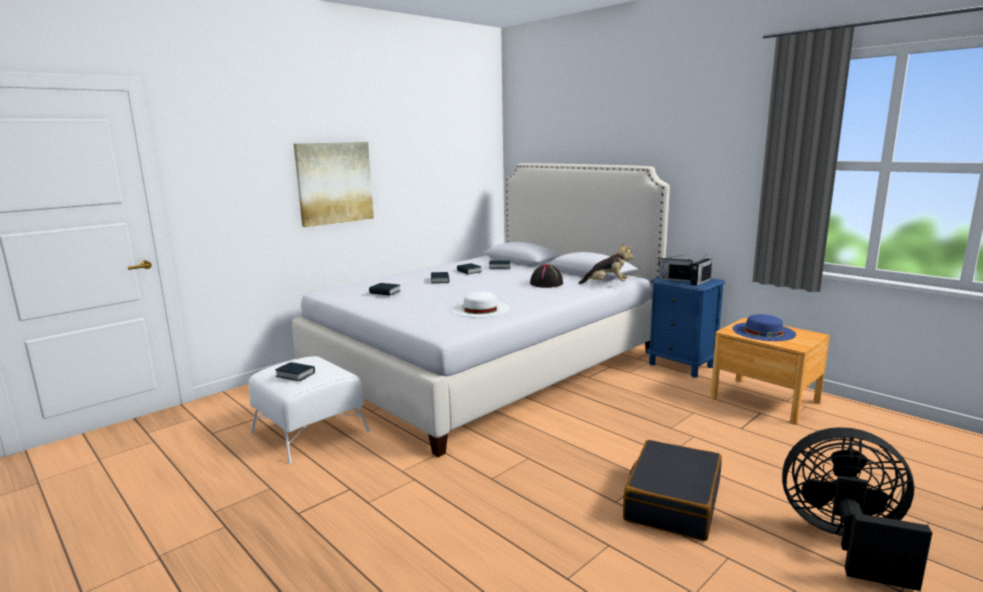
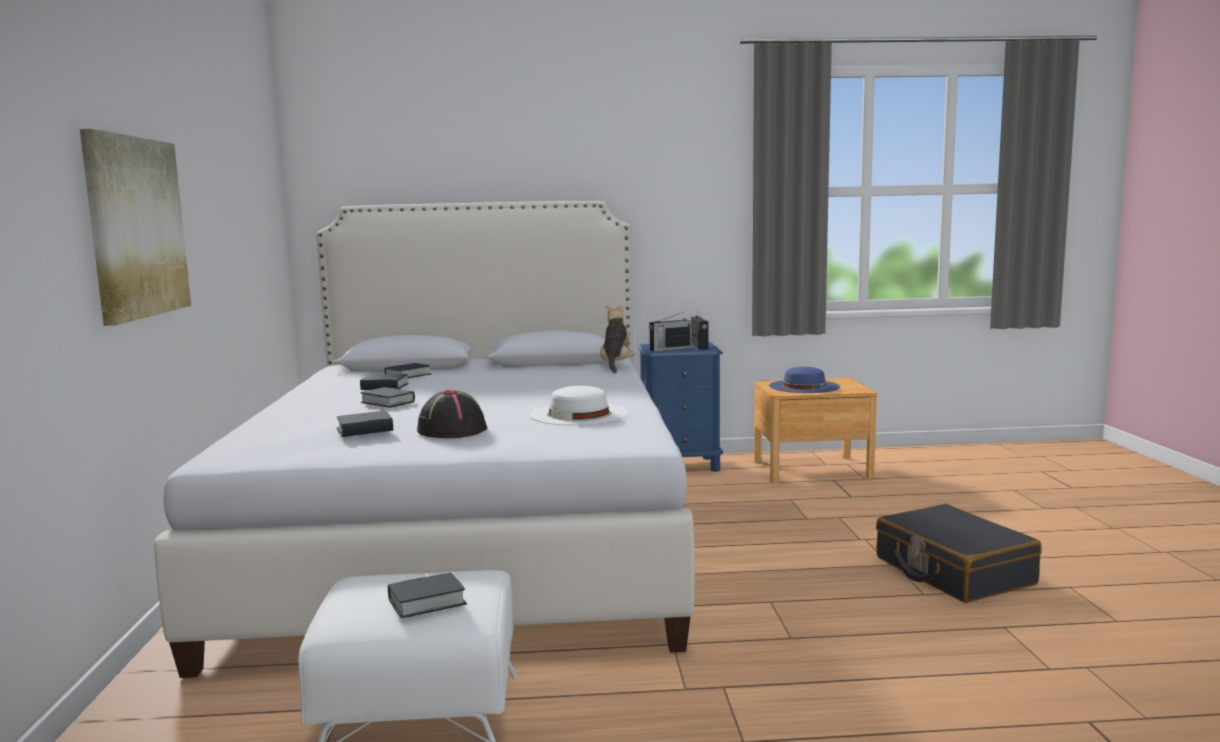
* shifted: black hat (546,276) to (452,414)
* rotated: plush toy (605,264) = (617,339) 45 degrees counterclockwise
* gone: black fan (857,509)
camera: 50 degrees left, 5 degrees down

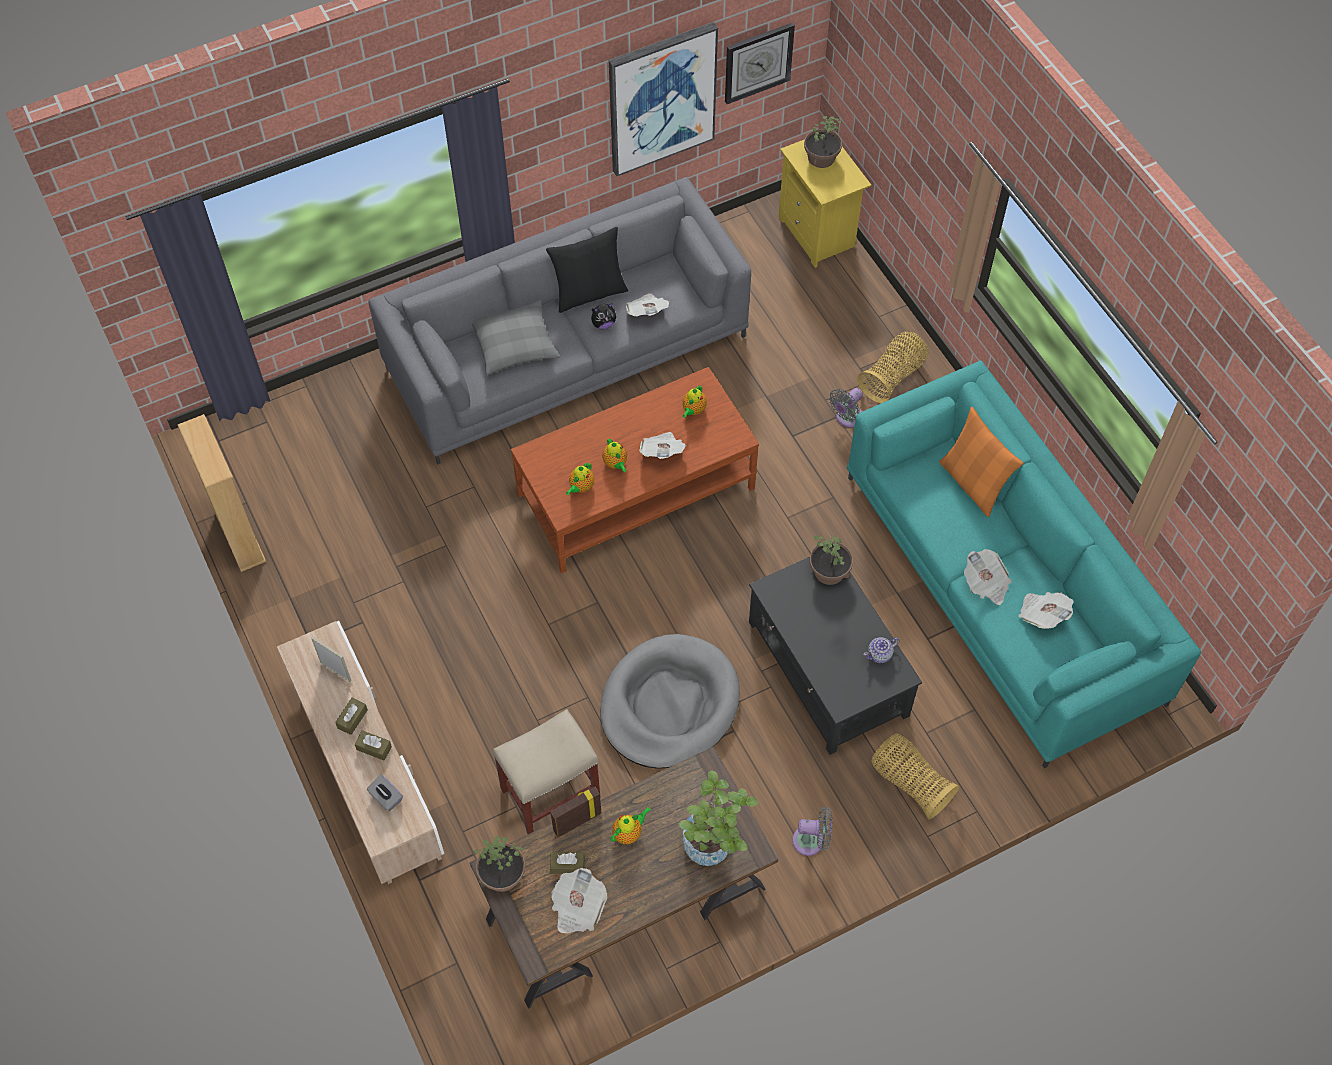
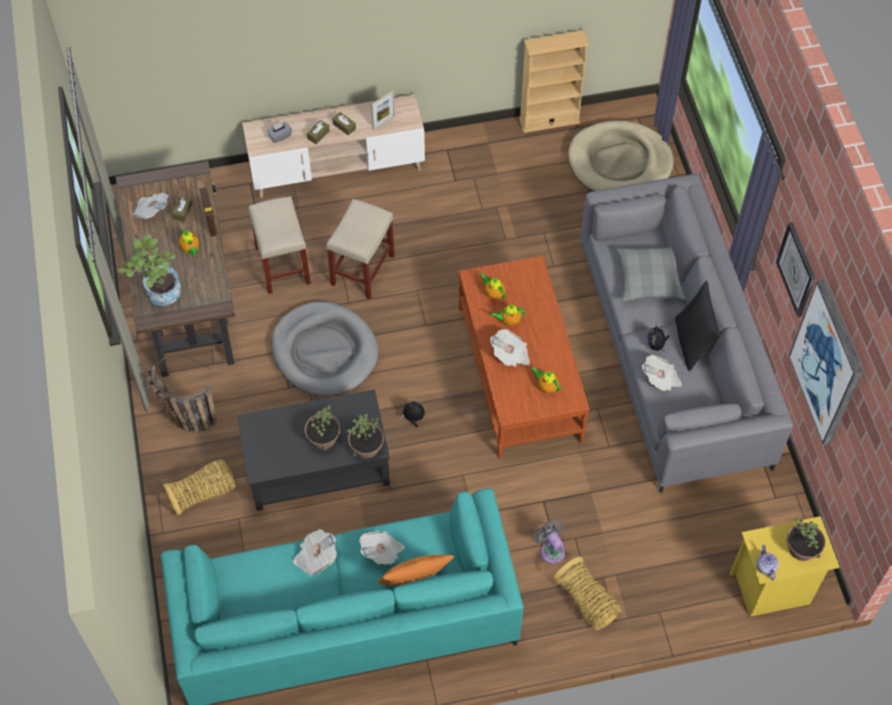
* shifted: potted plant (499,864) to (322,428)
* shifted: wall clock (760,63) to (796,269)
* swapped: grey fan (812,831) to basket (182,394)
* shifted: teapot (881,650) to (767,562)
* shifted: newspaper (1046,610) to (382,547)
* new: beige stool (360,249)
* new: plush toy (413,414)
* new: beige dog bed (621,155)
camera: 105 degrees right, 0 degrees up

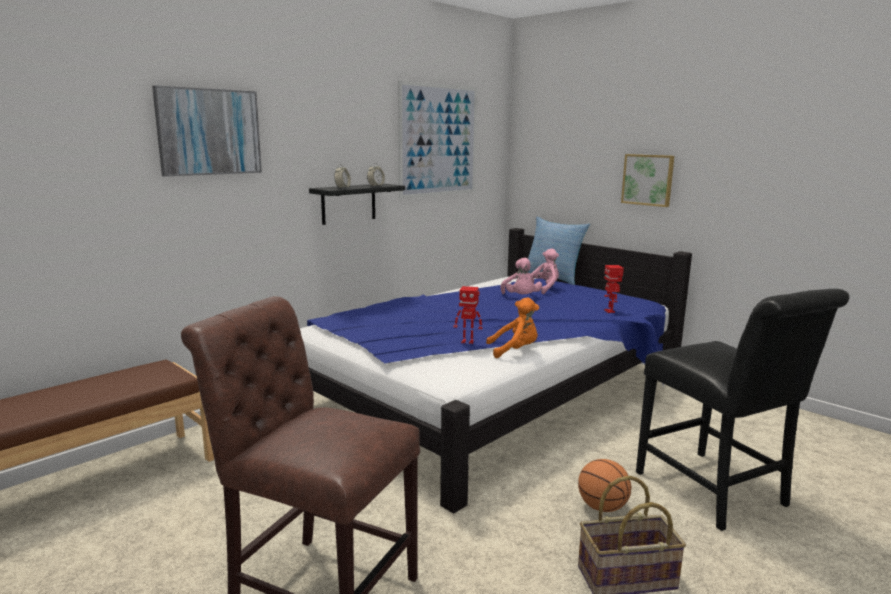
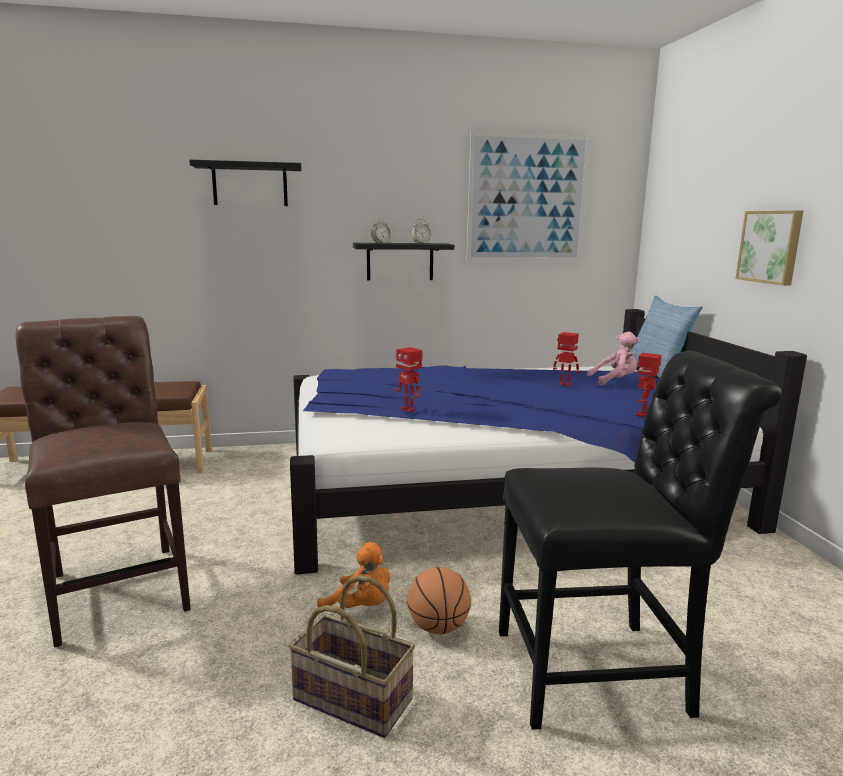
* swapped: picture (207,131) to black shelf (245,183)
* shifted: orange plush toy (512,327) to (353,575)
* swapped: pink plush toy (521,276) to toy robot (566,359)
* rotated: black chair (742,410) = (640,540) 105 degrees counterclockwise
camera: 35 degrees right, 0 degrees up

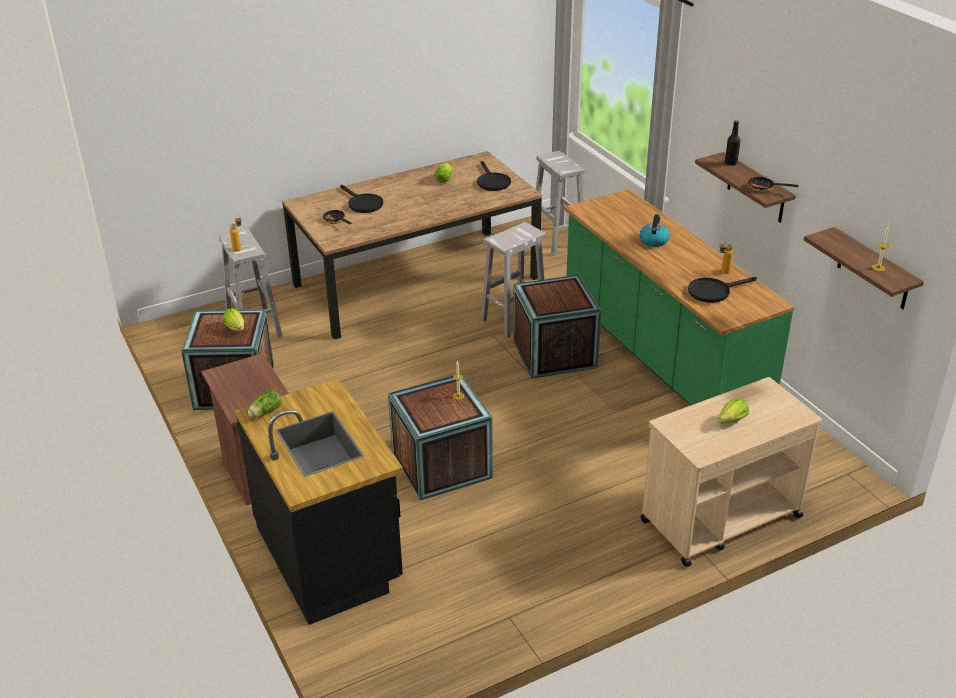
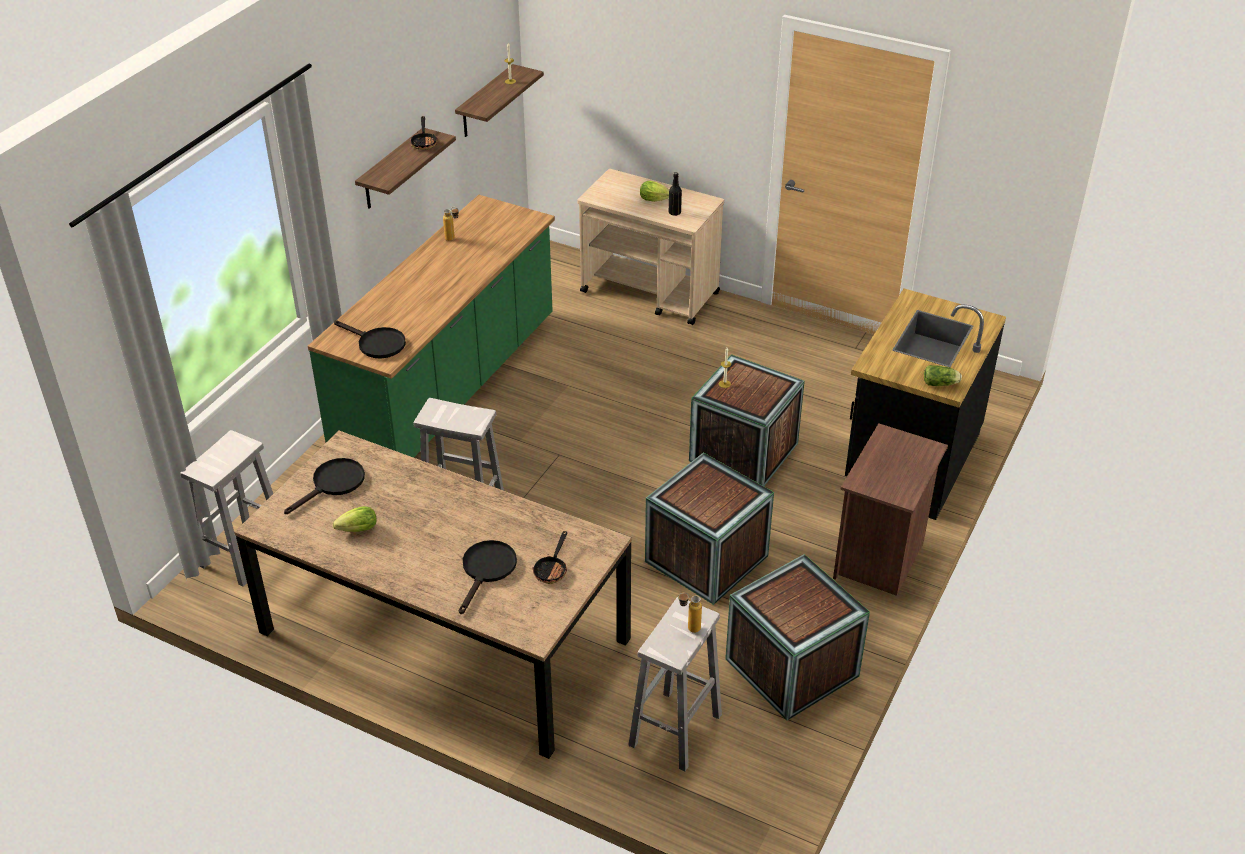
* gone: lettuce (233,319)
* shifted: crate (557,327) to (709,529)
* gone: kettle (655,230)
* shifted: black frying pan (722,290) to (370,340)
* shifted: black bottle (732,142) to (675,194)
camera: 125 degrees left, 5 degrees up

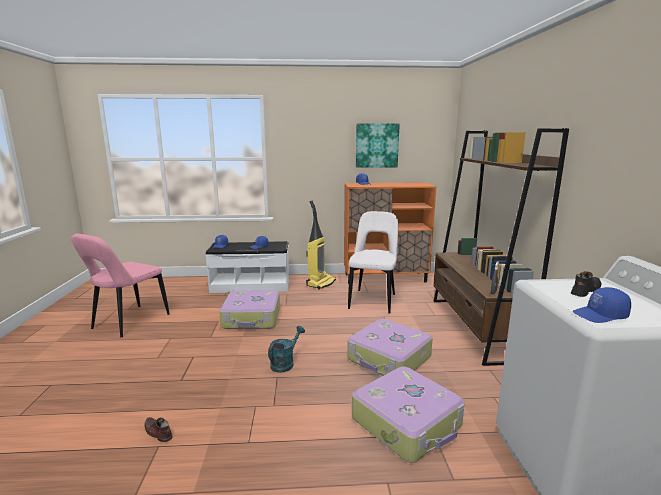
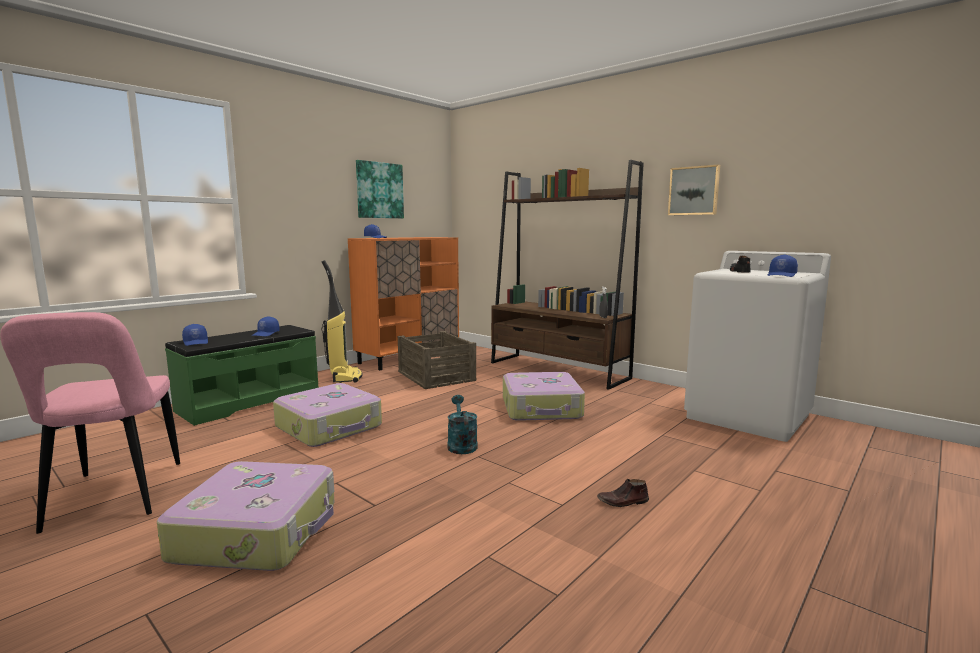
* shifted: brown shoe (158,429) to (623,493)
* repainted: white bench (247,267) to green bench (242,375)
* swapped: white chair (373,262) to crate (437,360)
* shifted: suitcase (408,414) to (245,516)
* new: picture (694,190)
camera: 45 degrees left, 5 degrees down

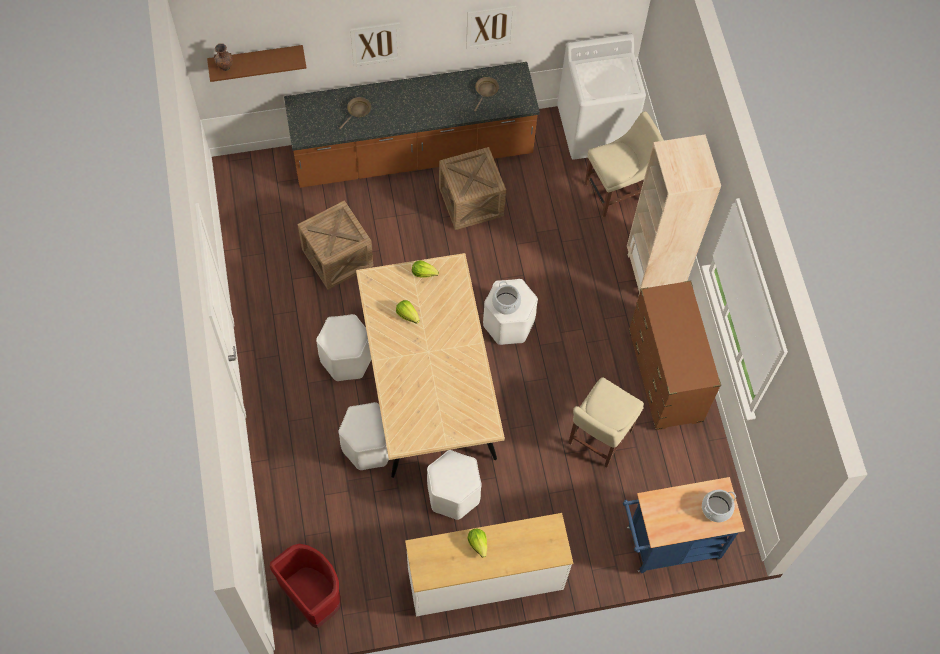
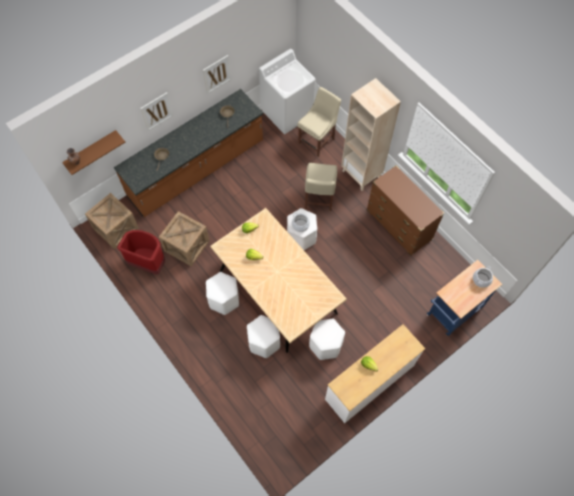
* shifted: red trash can (305,586) to (141,252)
* shifted: crate (472,188) to (112,221)
* shifted: beige chair (606,422) to (321,187)
camera: 25 degrees left, 0 degrees up

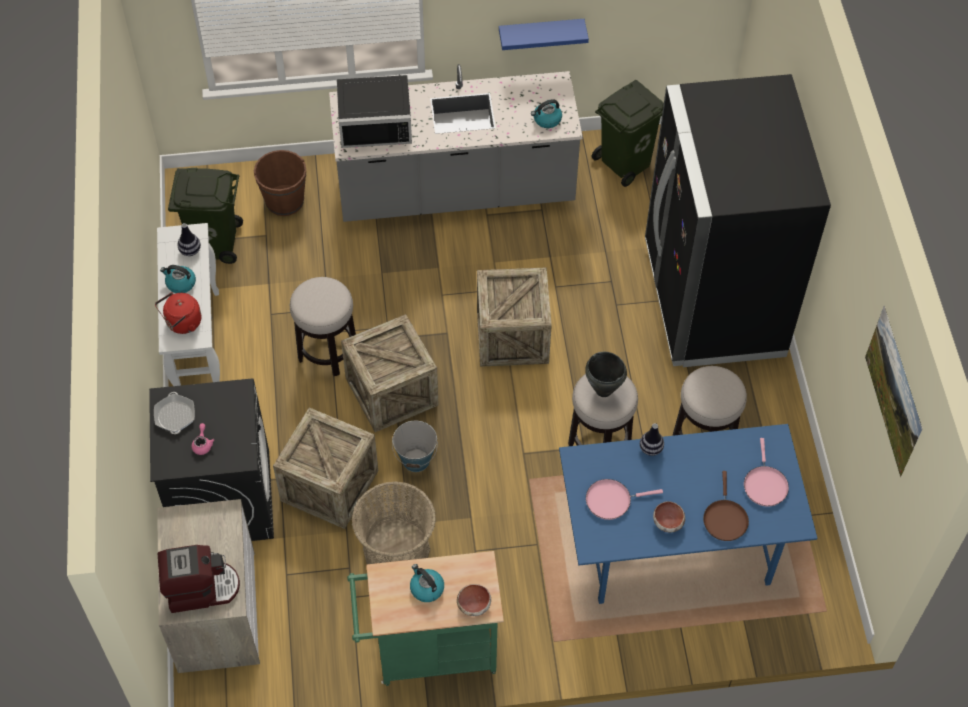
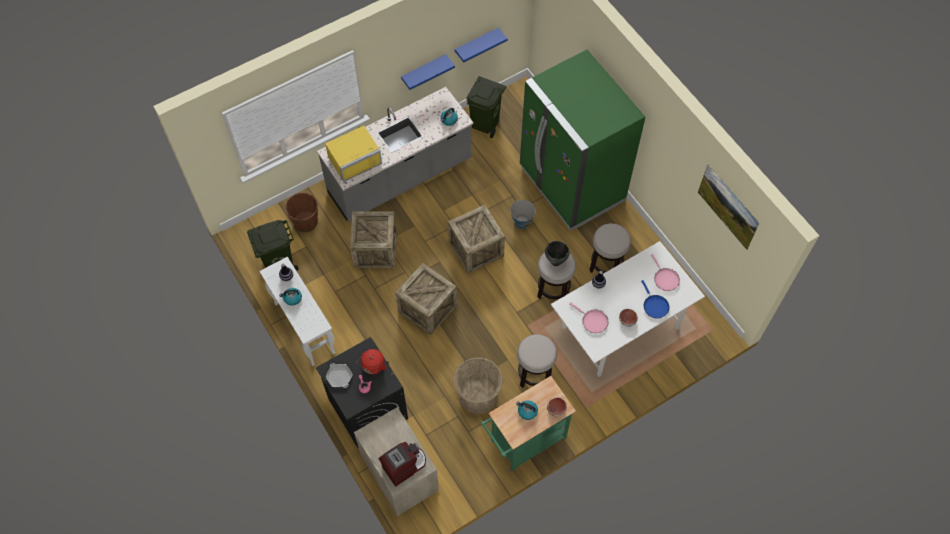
* shifted: red kettle (178,313) to (371,361)
* shifted: crate (325,468) to (373,239)
* shifted: stool (323,326) to (537,361)
* repainted: black microwave (374,111) to yellow microwave (353,154)
* shifted: bucket (415,446) to (523,214)
* repainted: blue dining table (688,514) to white dining table (628,309)
* rotated: pink frying pan (624,499) = (589,317) 105 degrees counterclockwise
* repainted: black fridge (738,220) to green fridge (582,140)
* repainted: brown frying pan (726,506) to blue frying pan (655,299)
* new: blue shelf (481,45)
camera: 25 degrees left, 5 degrees up

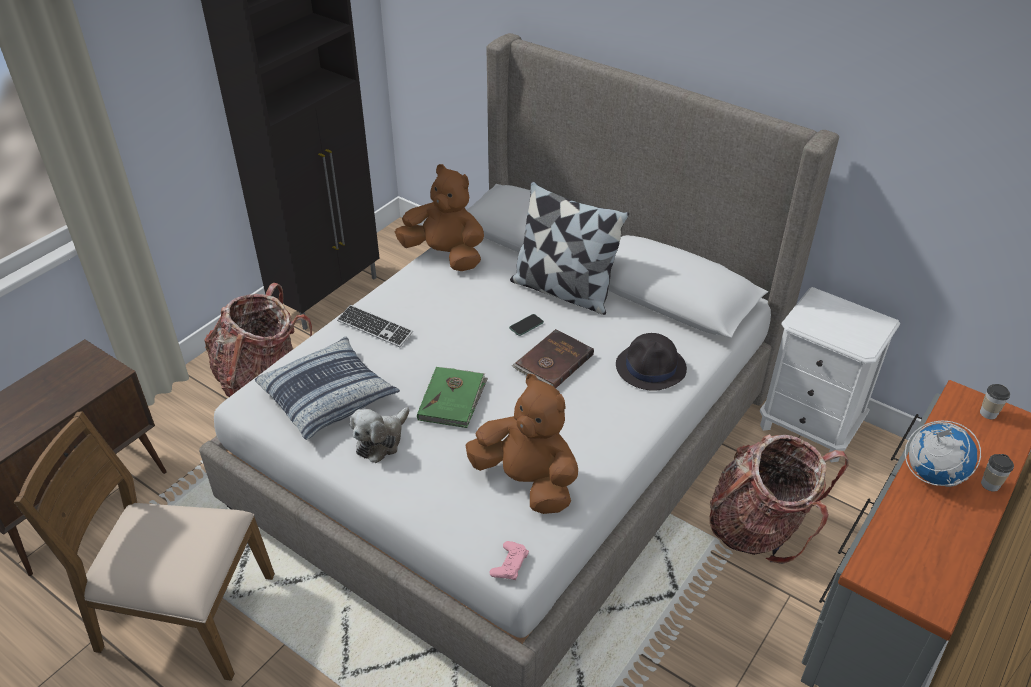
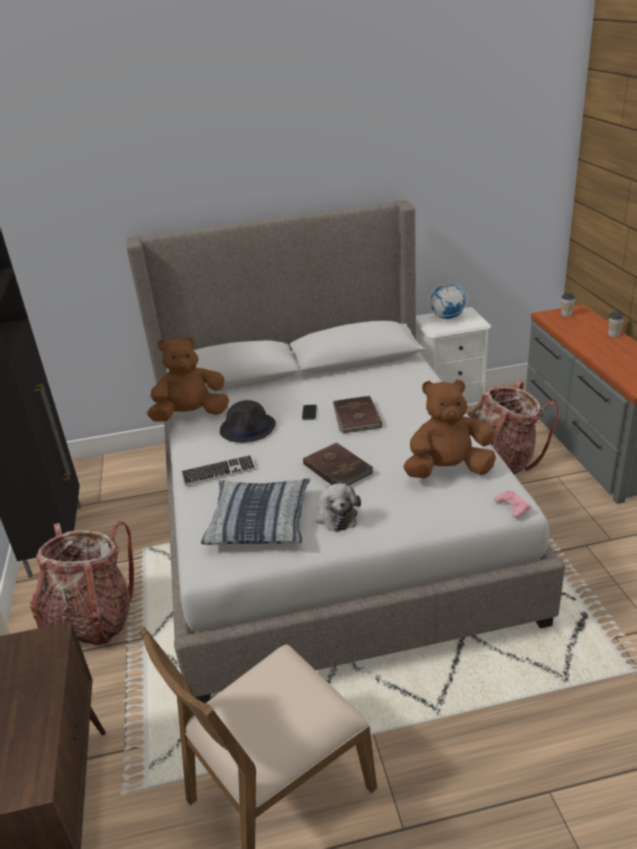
* repainted: green book (452,397) to brown book (338,464)
* gone: pillow (569,248)
* shifted: black hat (651,362) to (248,421)
* shifted: globe (943,454) to (448,298)
camera: 45 degrees left, 10 degrees down

